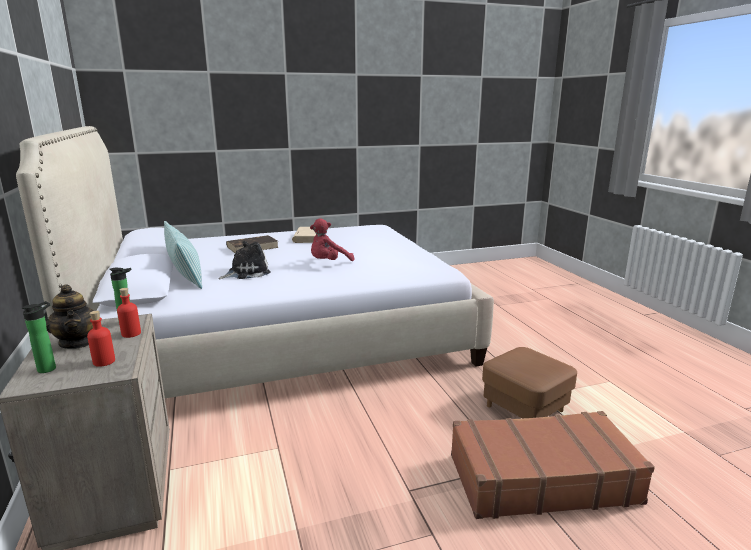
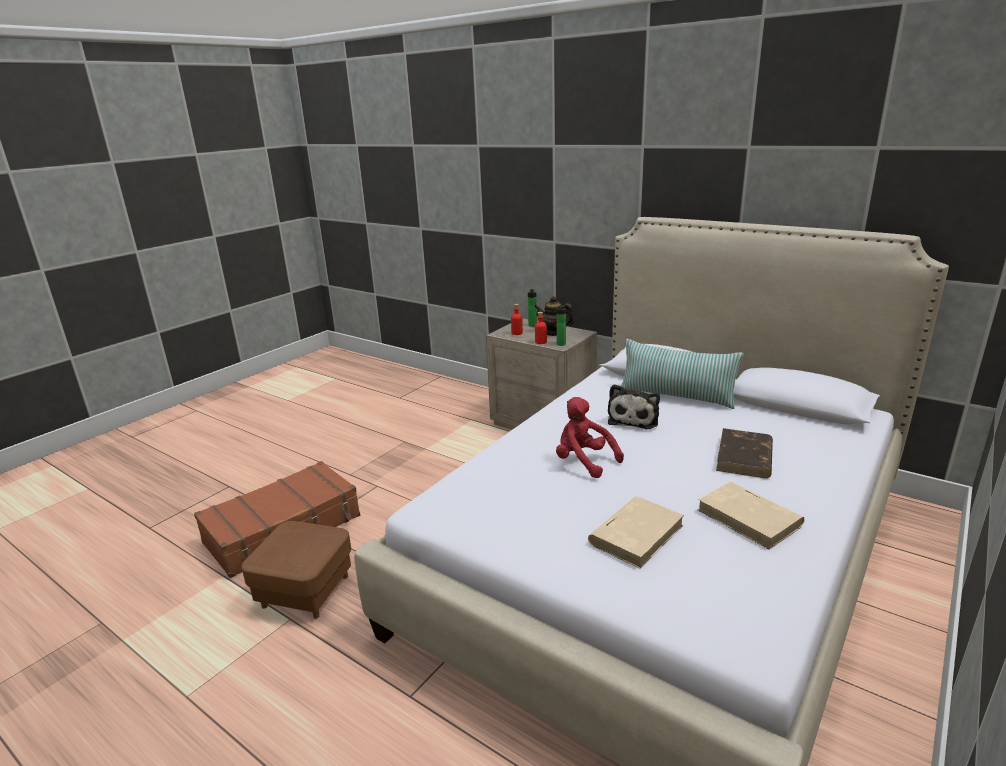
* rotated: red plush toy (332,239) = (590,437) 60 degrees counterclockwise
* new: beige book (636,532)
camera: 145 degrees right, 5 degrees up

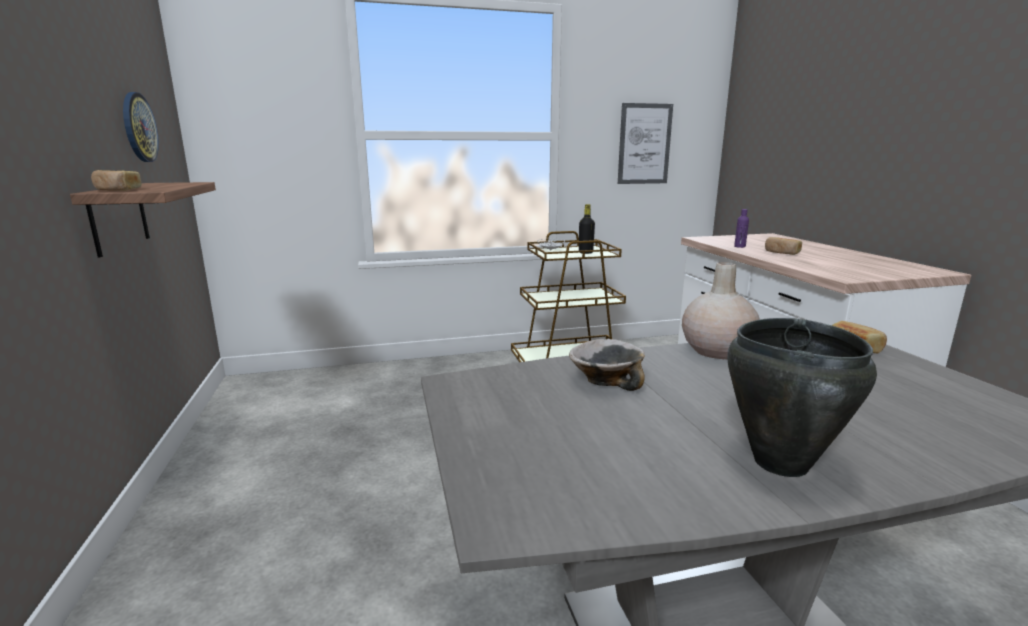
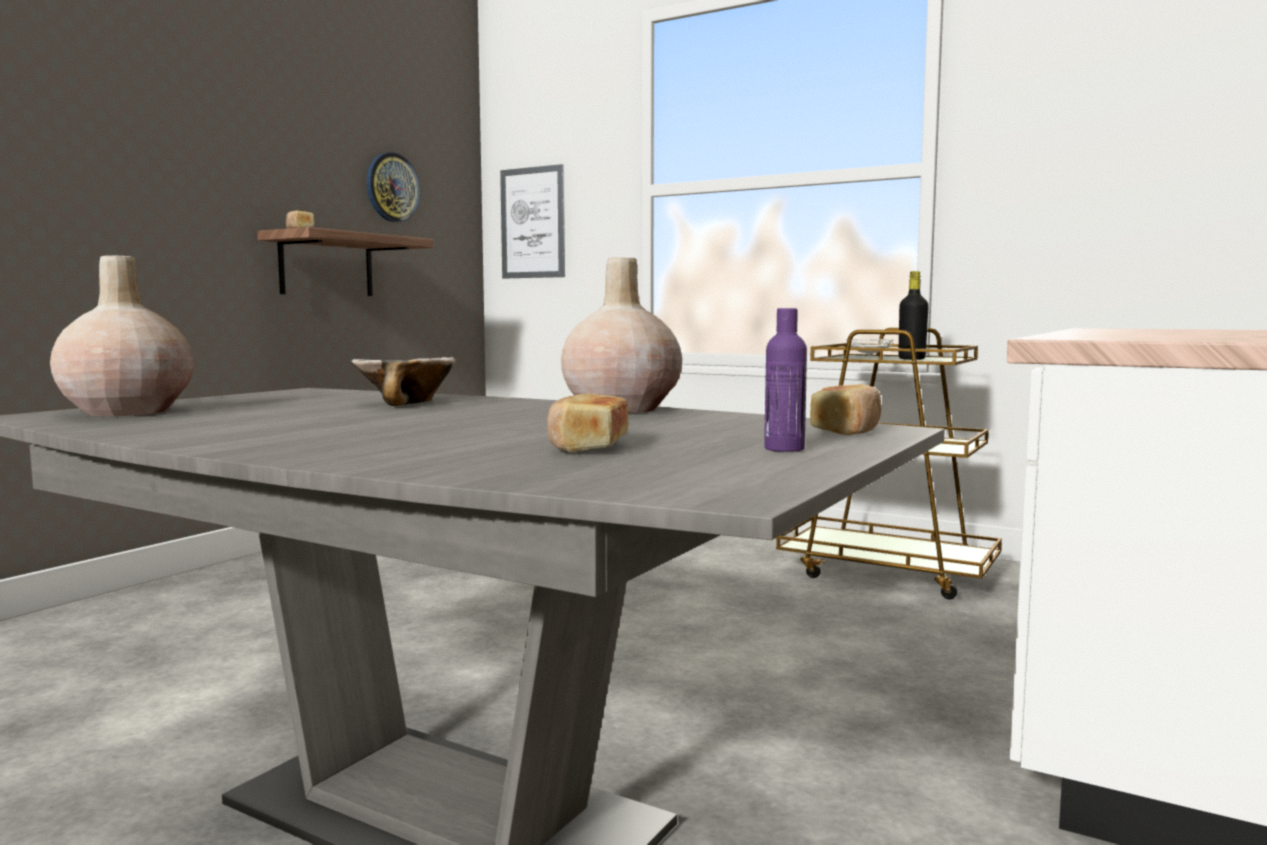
* shifted: picture (645,143) to (532,221)
* gone: black cooking pot (802,397)
* shifted: purple bottle (741,228) to (785,380)
* shifted: bread (783,246) to (588,423)
* new: beige vase (122,336)
camera: 45 degrees right, 10 degrees down

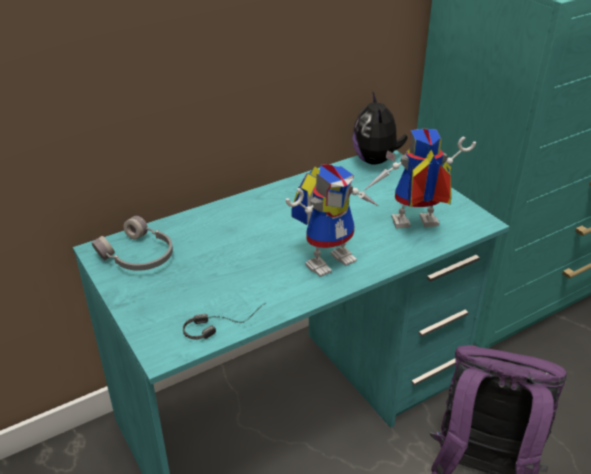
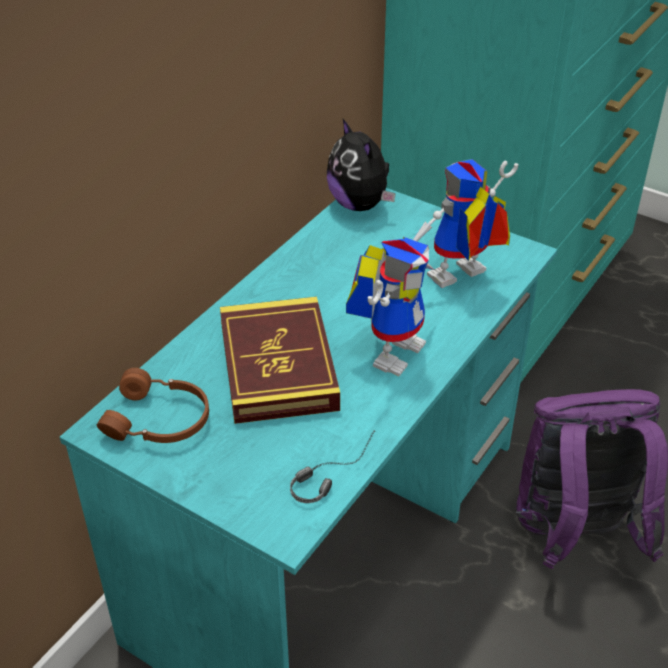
* repainted: grey headphones (132,243) to brown headphones (153,405)
* new: book (280,360)
camera: 25 degrees left, 5 degrees up

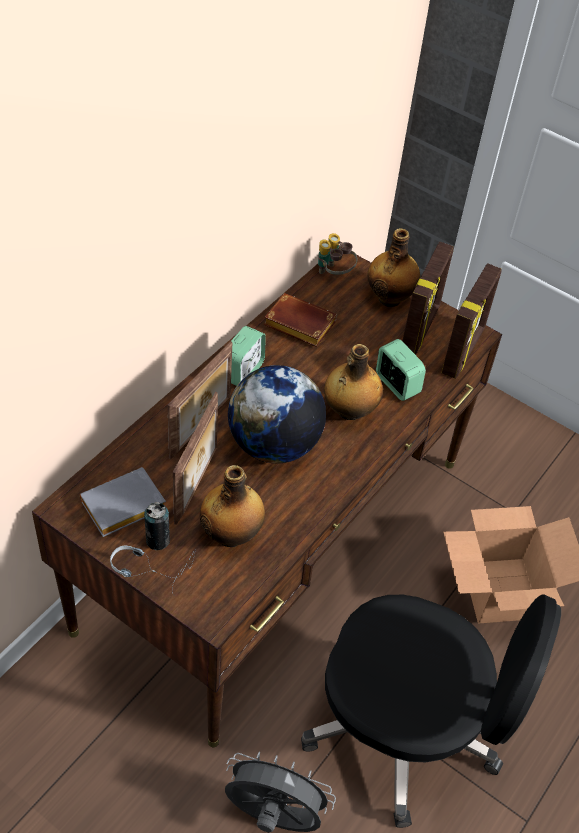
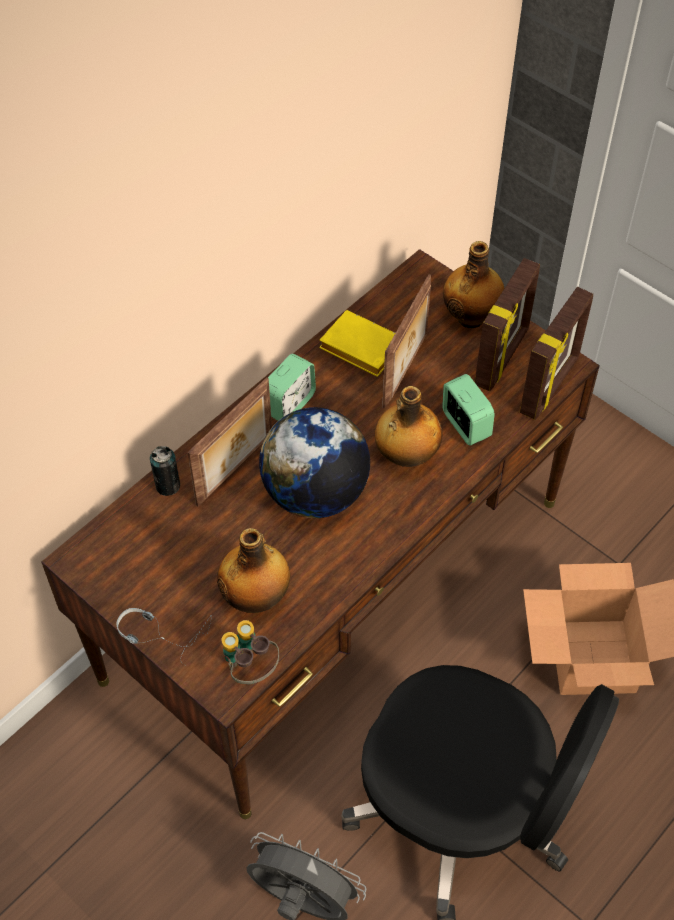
* gone: grey book (123,502)
* shifted: can (157,526) to (165,471)
* shifted: picture frame (195,458) to (406,341)
* repainted: brown book (300,320) to yellow book (357,343)
* shifted: binoculars (337,254) to (250,652)
camera: 10 degrees right, 5 degrees up

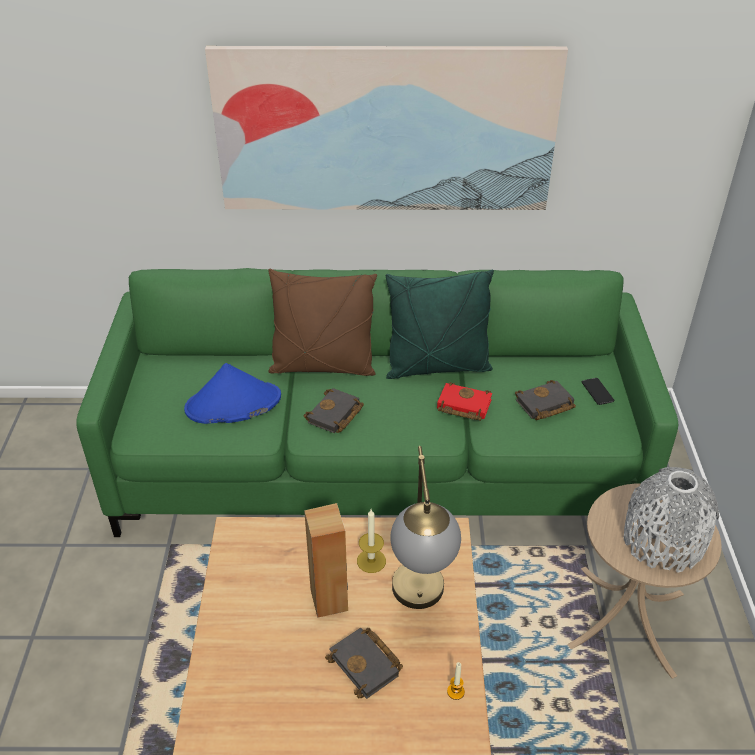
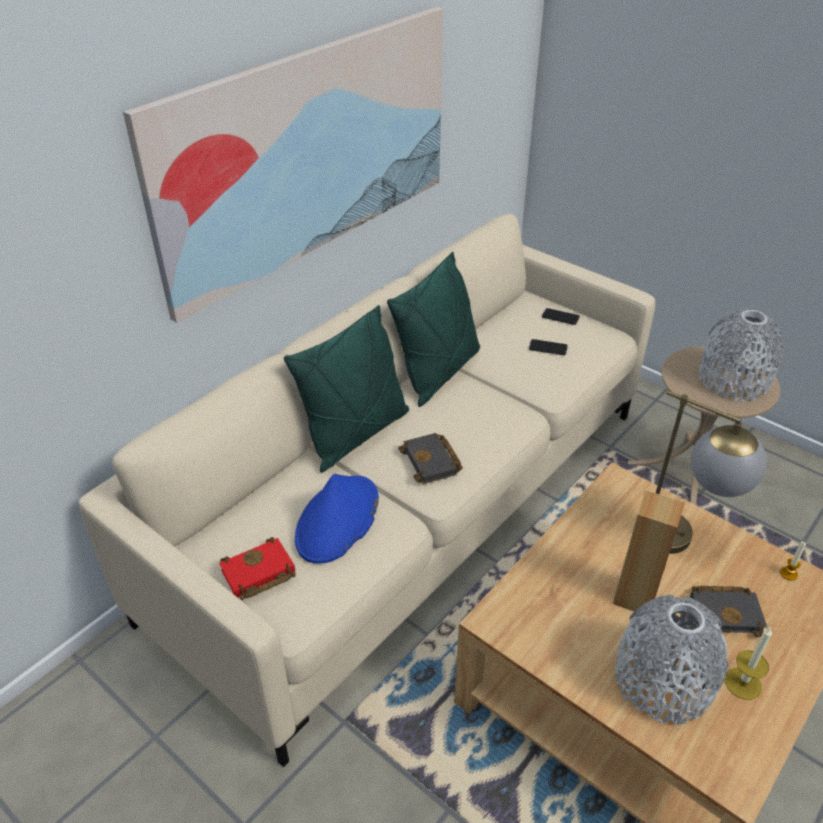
* repainted: green sofa (377,402) to beige sofa (367,490)
* repainted: brown pillow (322,322) to green pillow (346,389)
* shifted: candle (371,541) to (748,663)
* shifted: red book (464,401) to (257,568)
* swapped: black book (545,400) to phone (548,347)
* new: grey vase (672,660)
camera: 50 degrees left, 0 degrees up

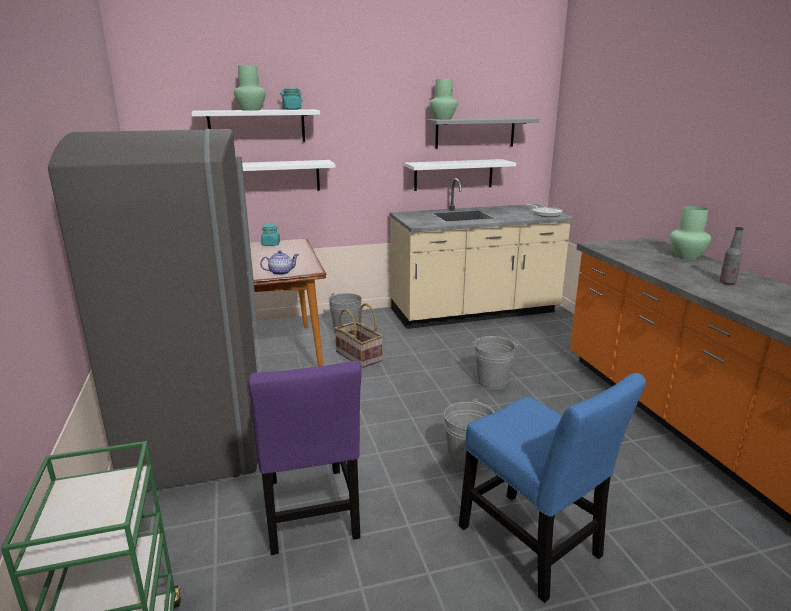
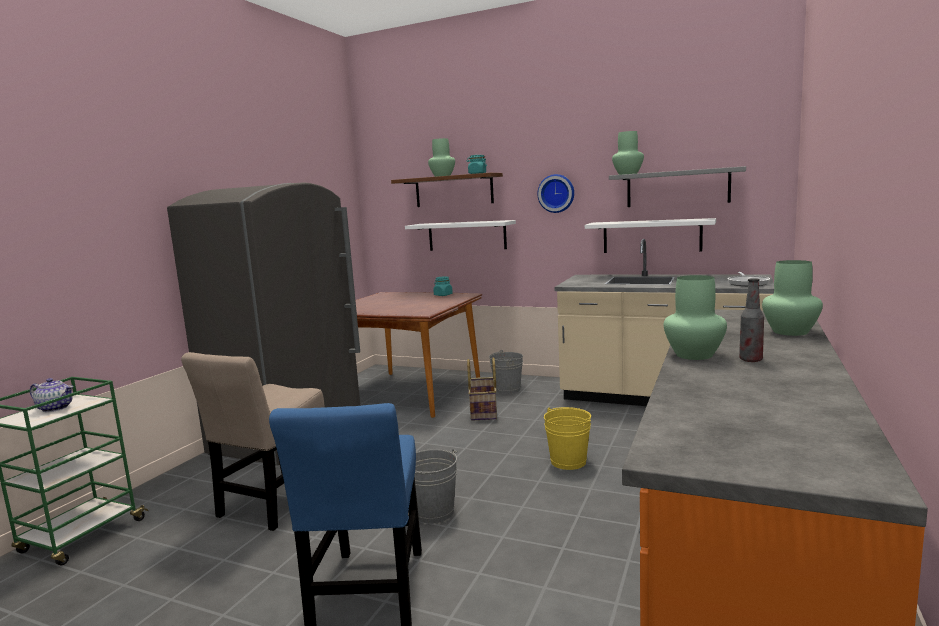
* repainted: white shelf (255,125) to brown shelf (447,190)
* repainted: purple chair (305,458) to beige chair (253,441)
* shifted: teapot (279,262) to (51,395)
* repainted: grey bucket (495,363) to yellow bucket (567,438)
* new: wall clock (555,193)
* new: green vase (695,317)
camera: 40 degrees right, 10 degrees down

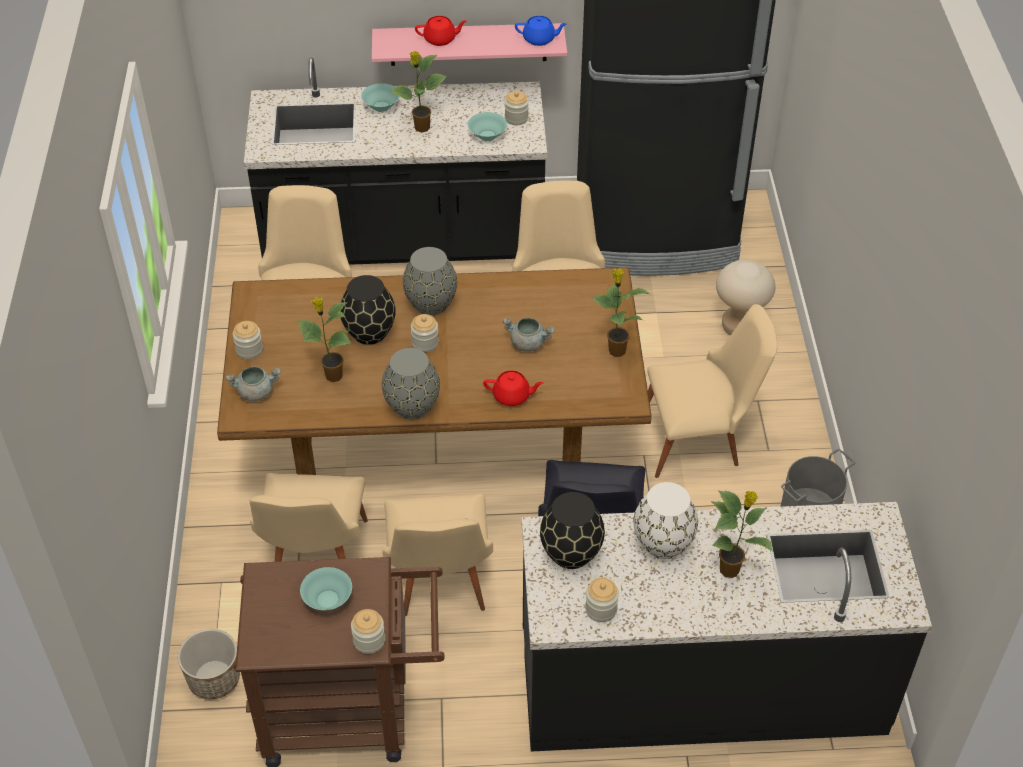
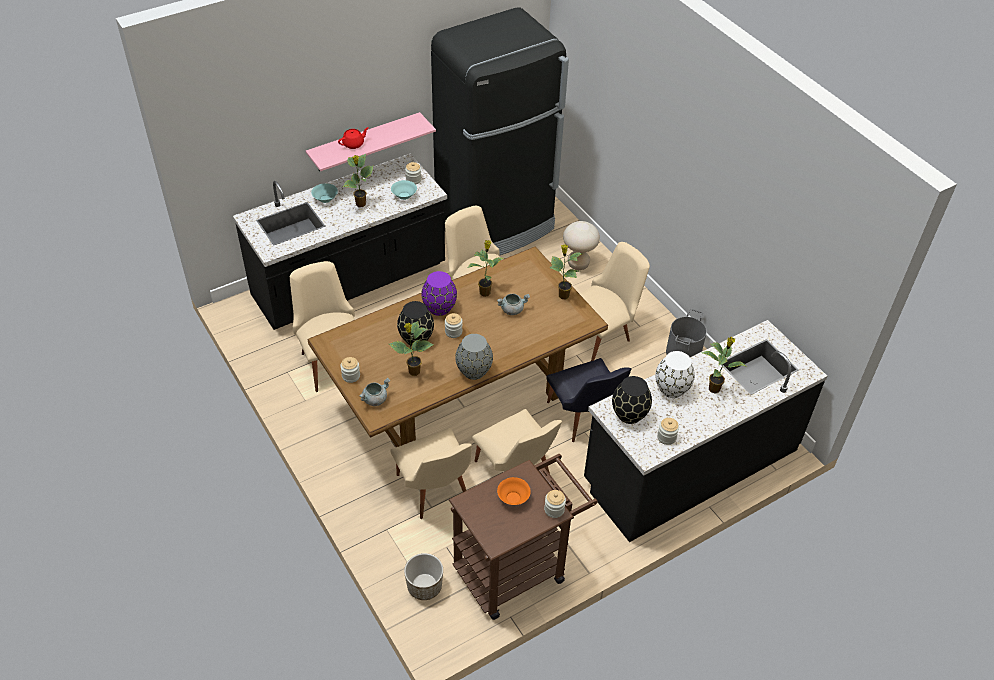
* repainted: turquoise bowl (326,588) to orange bowl (514,491)
* repainted: grey vase (430,281) to purple vase (439,293)
* gone: red teapot (513,388)
* gone: blue teapot (541,31)
* new: potted plant (486,268)
camera: 30 degrees left, 0 degrees up

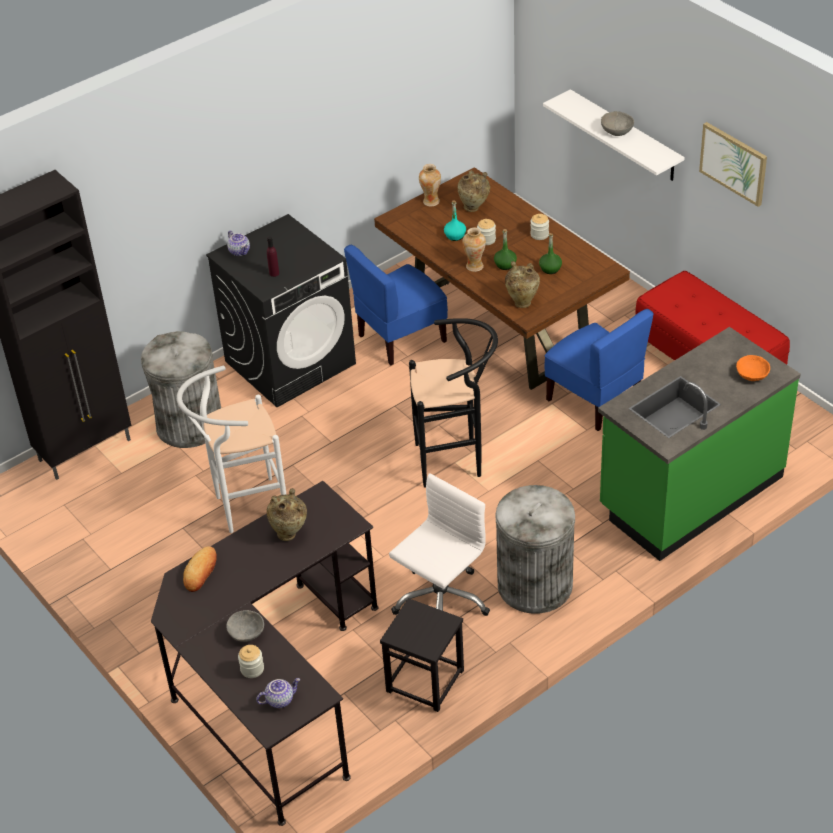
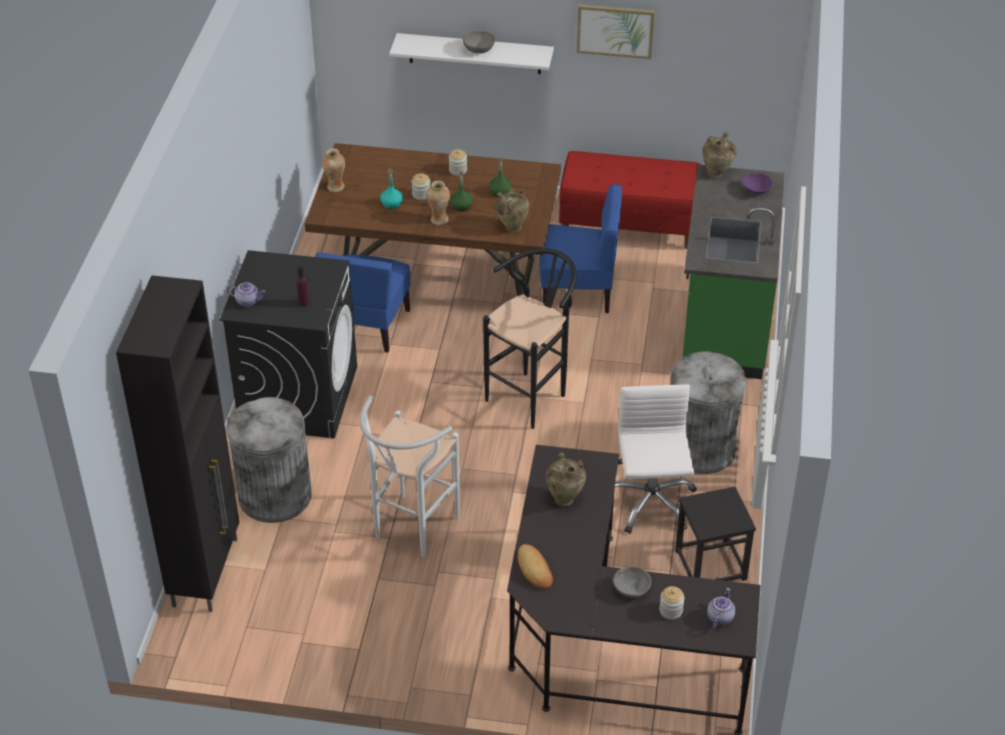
* shifted: beige vase (473,191) to (719,155)
* repainted: orange bowl (753,368) to purple bowl (757,183)
camera: 45 degrees left, 0 degrees up

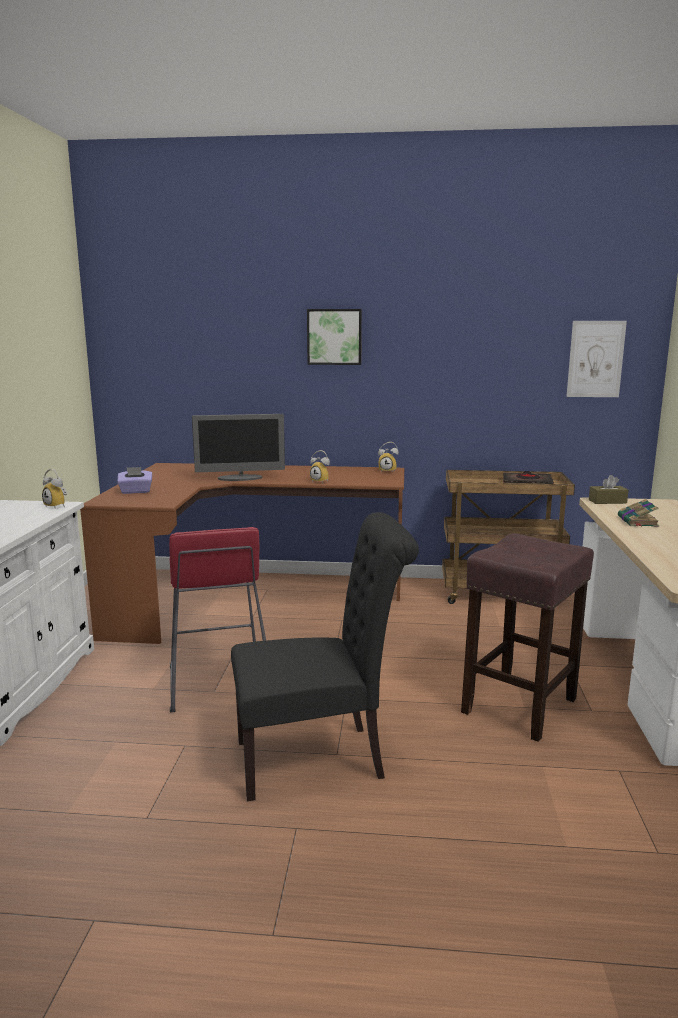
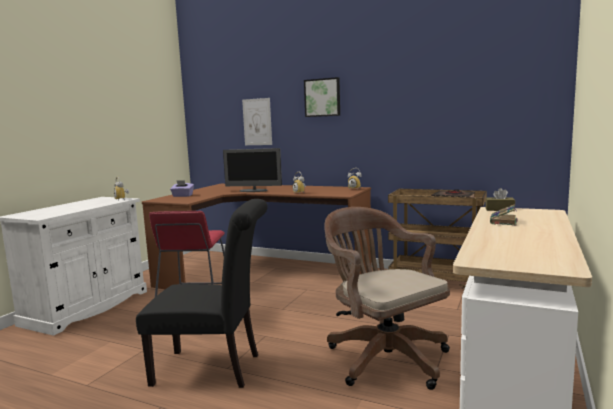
* swapped: brown stool (527,637) to brown office chair (387,298)
* shifted: picture (596,359) to (257,121)
camera: 20 degrees right, 5 degrees down

